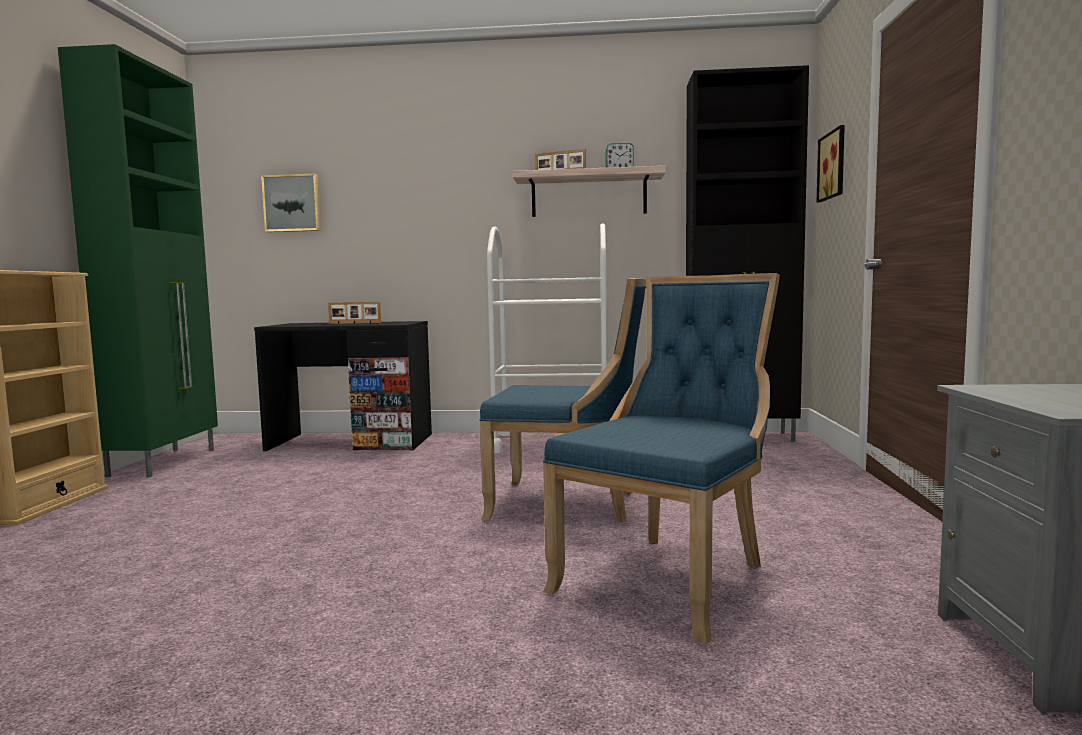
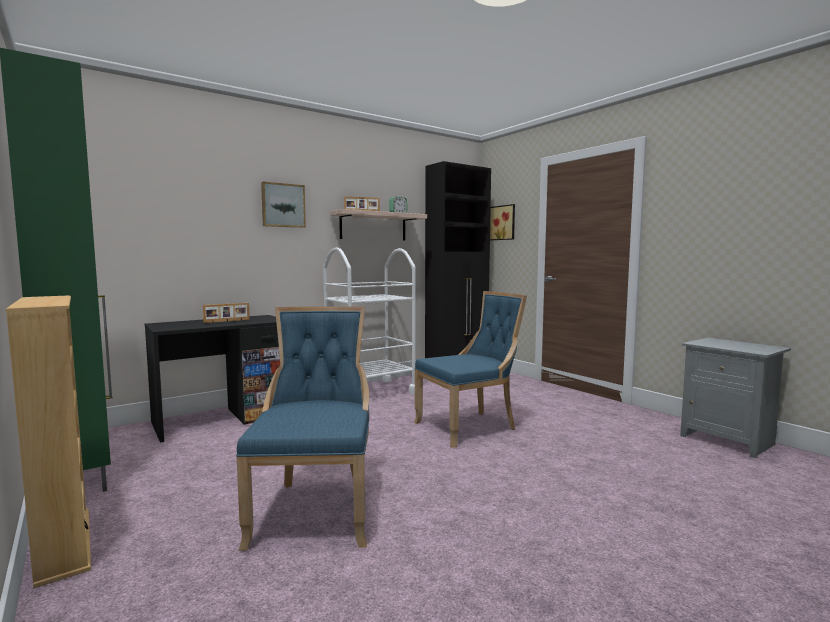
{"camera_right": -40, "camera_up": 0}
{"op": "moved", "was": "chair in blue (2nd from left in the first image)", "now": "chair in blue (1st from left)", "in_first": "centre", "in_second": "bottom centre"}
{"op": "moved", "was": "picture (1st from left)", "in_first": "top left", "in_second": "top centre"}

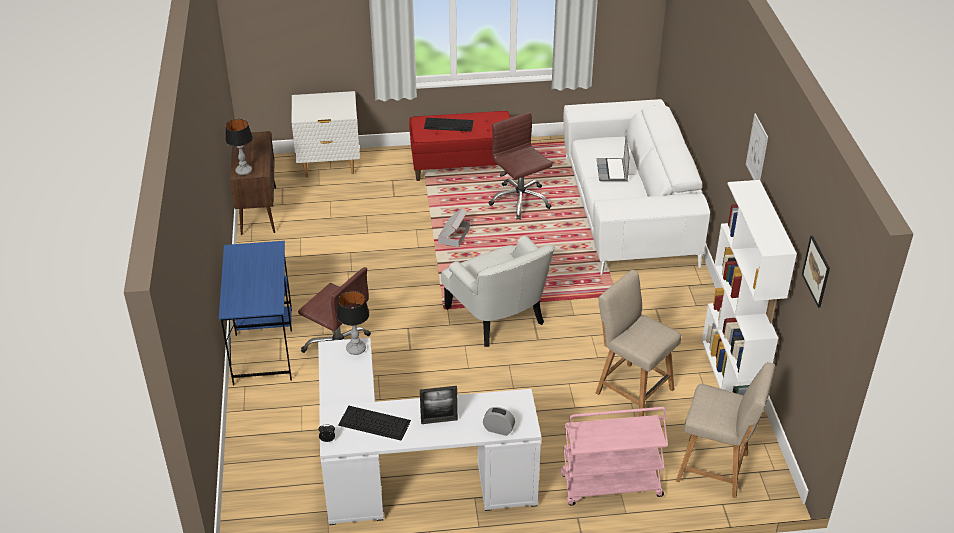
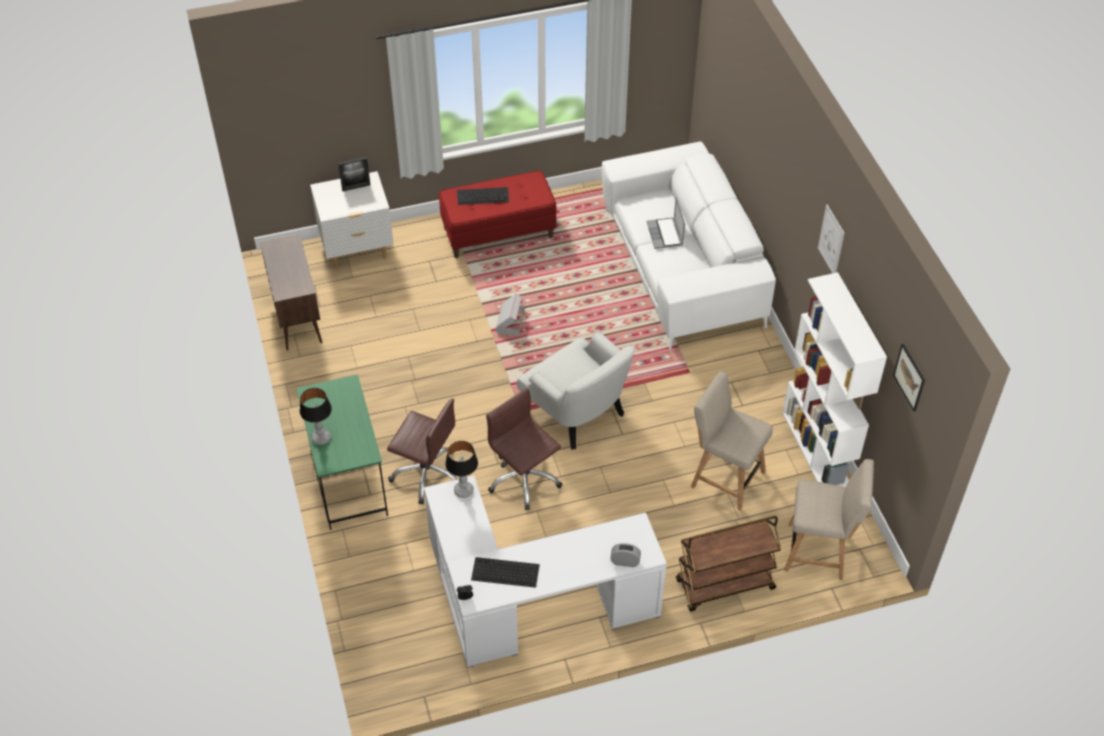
{"camera_right": -10, "camera_up": 10}
{"op": "recoloured", "was": "desk in blue", "now": "desk in green", "in_first": "middle left", "in_second": "middle left"}
{"op": "moved", "was": "table lamp (1st from left)", "in_first": "top left", "in_second": "middle left"}
{"op": "moved", "was": "picture frame", "in_first": "bottom centre", "in_second": "top left"}
{"op": "moved", "was": "office chair in brown (2nd from left)", "in_first": "top centre", "in_second": "centre"}
{"op": "recoloured", "was": "cart in pink", "now": "cart in brown", "in_first": "bottom centre", "in_second": "bottom centre"}

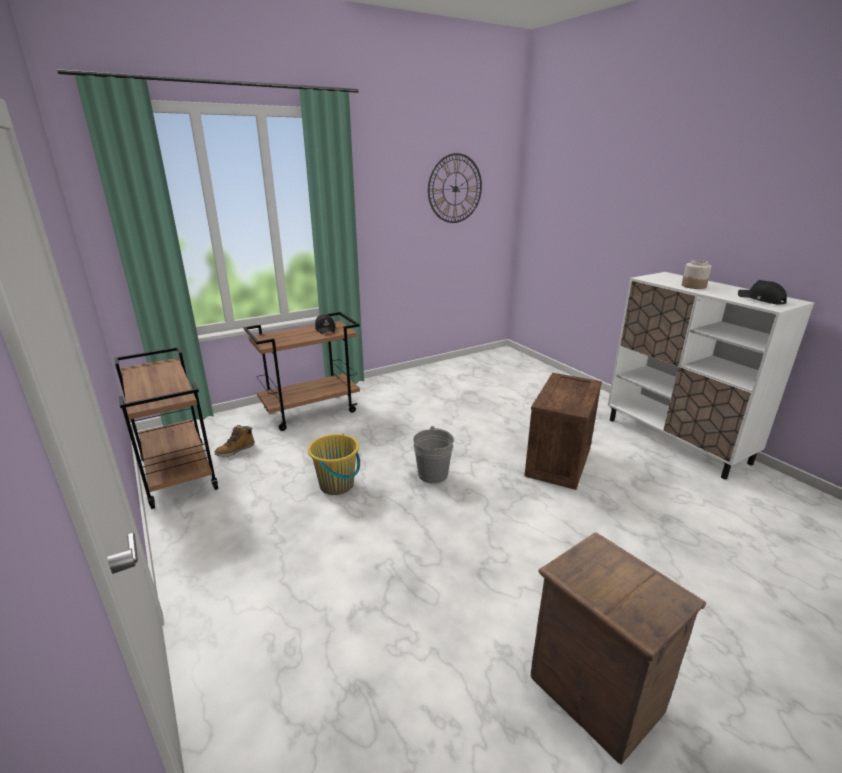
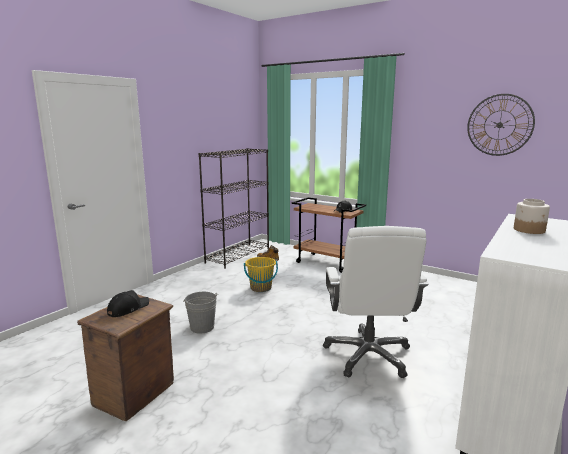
{"camera_right": 65, "camera_up": -10}
{"op": "moved", "was": "cap in black (2nd from left in the first image)", "now": "cap in black (1st from left)", "in_first": "middle right", "in_second": "bottom left"}
{"op": "moved", "was": "bucket in grey", "in_first": "centre", "in_second": "bottom centre"}
{"op": "replaced", "was": "cart in brown (1st from left)", "now": "bookcase in black", "in_first": "middle left", "in_second": "centre"}
{"op": "replaced", "was": "crate (1st from left)", "now": "office chair in white", "in_first": "middle right", "in_second": "centre"}

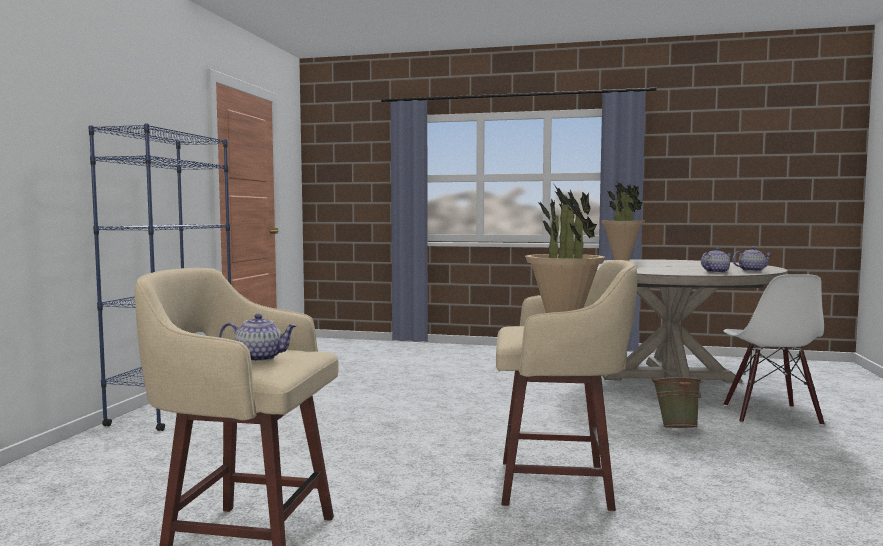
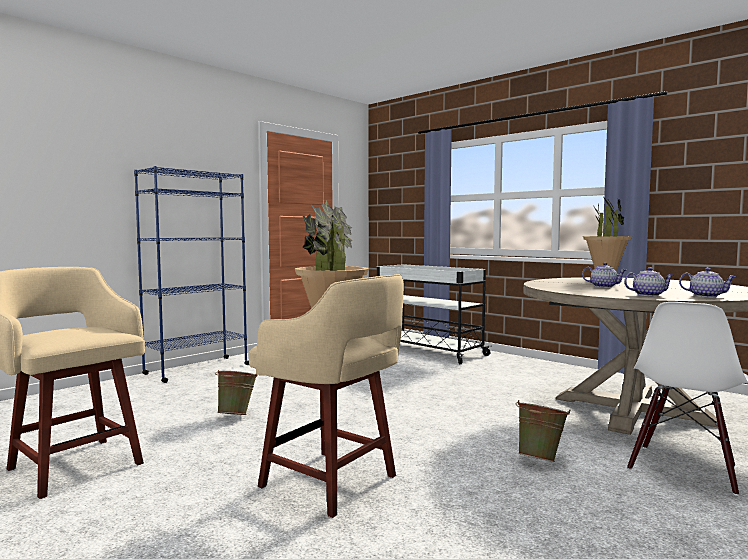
{"camera_right": 30, "camera_up": 0}
{"op": "added", "now": "bucket in green (1st from left)", "in_second": "bottom left"}
{"op": "added", "now": "cart in white", "in_second": "centre"}
{"op": "moved", "was": "teapot (1st from left)", "in_first": "middle left", "in_second": "middle right"}

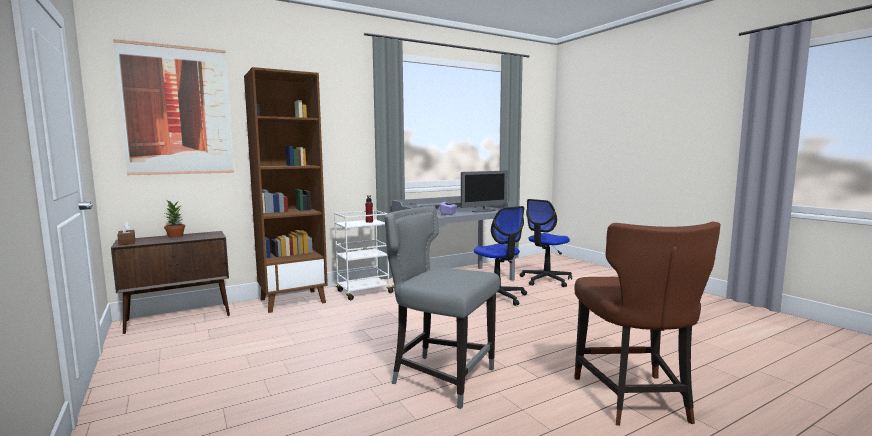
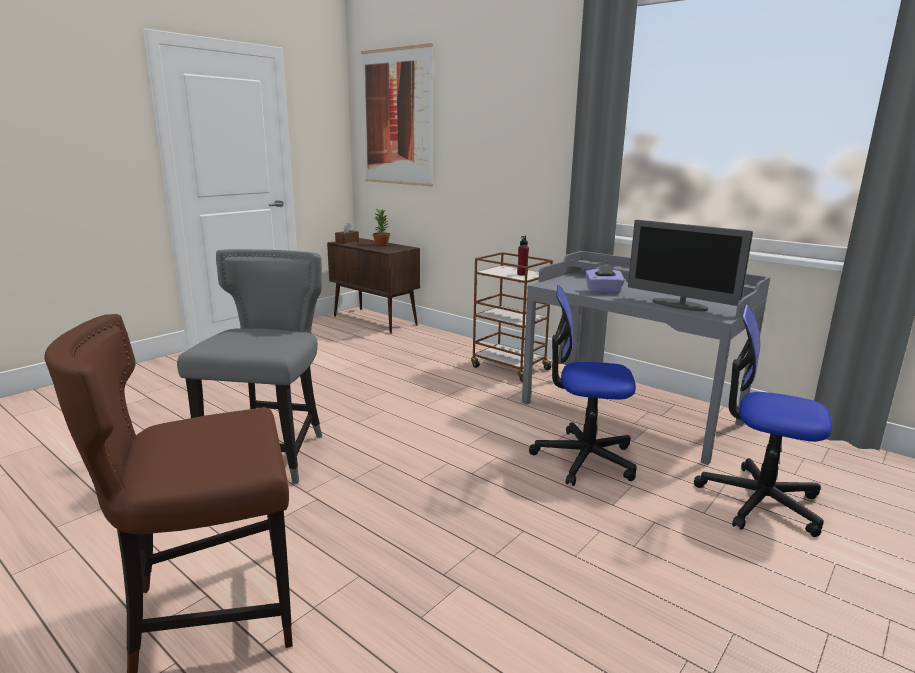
{"camera_right": 70, "camera_up": 10}
{"op": "recoloured", "was": "cart in white", "now": "cart in brown", "in_first": "centre", "in_second": "centre"}
{"op": "turned", "was": "office chair (1st from left)", "in_first": "centre", "in_second": "centre", "clockwise": 60}
{"op": "removed", "was": "bookcase in brown", "in_first": "middle left"}

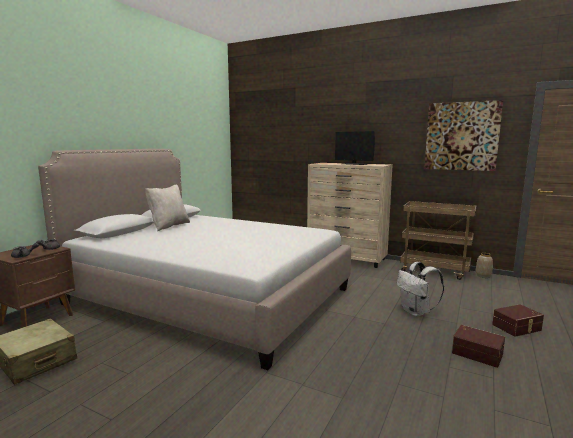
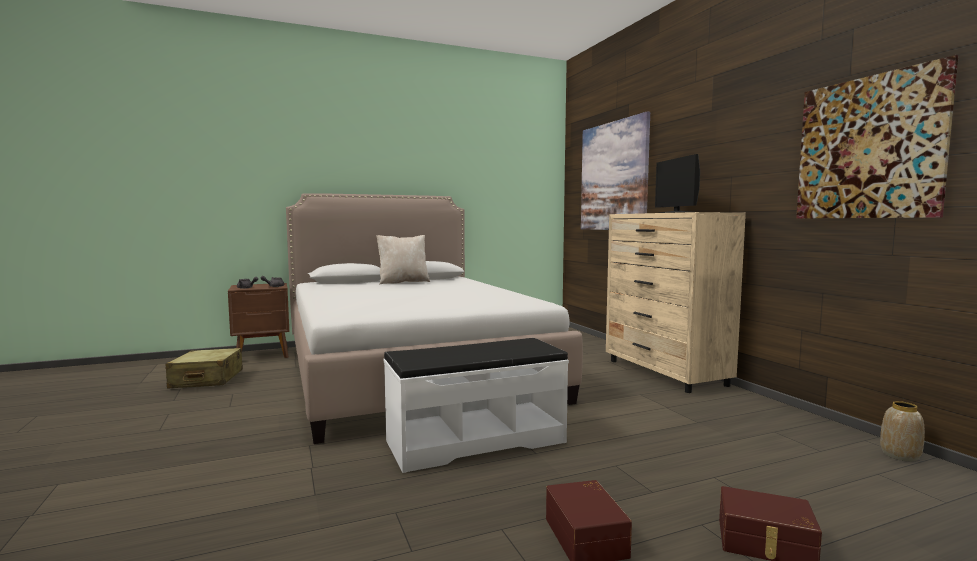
{"camera_right": 40, "camera_up": -5}
{"op": "added", "now": "bench in white", "in_second": "bottom centre"}
{"op": "added", "now": "picture (1st from left)", "in_second": "top centre"}
{"op": "removed", "was": "backpack in white", "in_first": "middle right"}
{"op": "removed", "was": "cart in brown", "in_first": "middle right"}

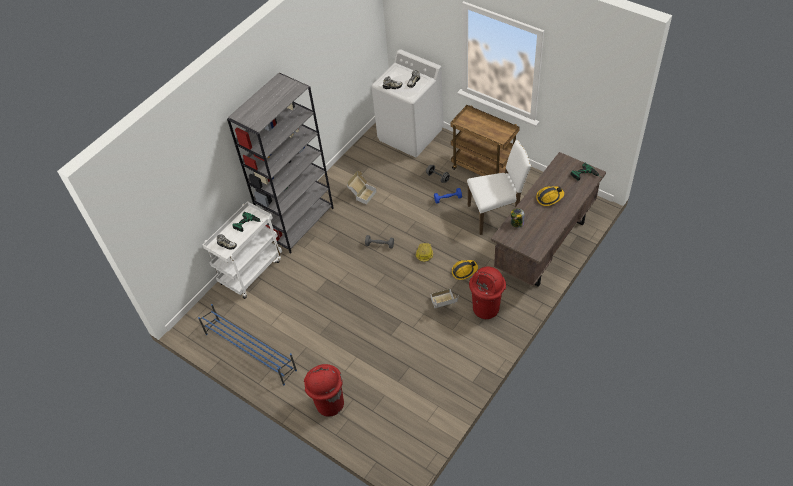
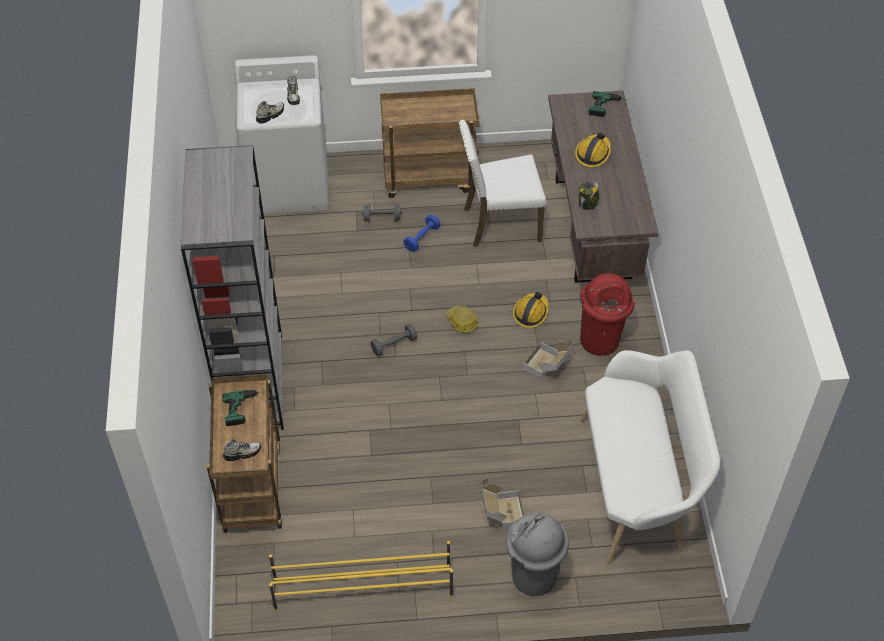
{"camera_right": -45, "camera_up": 0}
{"op": "recoloured", "was": "cart in white", "now": "cart in brown (1st from left)", "in_first": "middle left", "in_second": "bottom left"}
{"op": "recoloured", "was": "shoe rack in blue", "now": "shoe rack in yellow", "in_first": "bottom left", "in_second": "bottom centre"}
{"op": "turned", "was": "chair in white", "in_first": "centre", "in_second": "top centre", "clockwise": -135}
{"op": "moved", "was": "cardboard box (1st from left)", "in_first": "centre", "in_second": "bottom centre"}
{"op": "recoloured", "was": "trash can in red (1st from left)", "now": "trash can in grey", "in_first": "bottom centre", "in_second": "bottom centre"}
{"op": "added", "now": "bench in white", "in_second": "bottom right"}

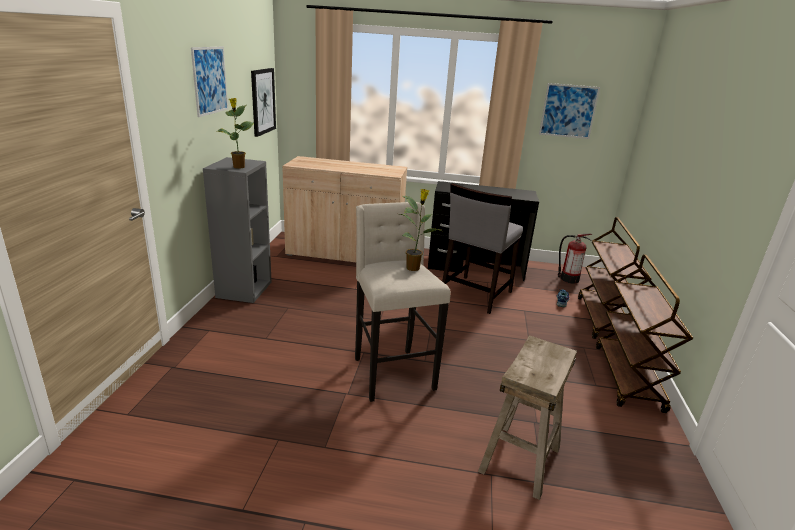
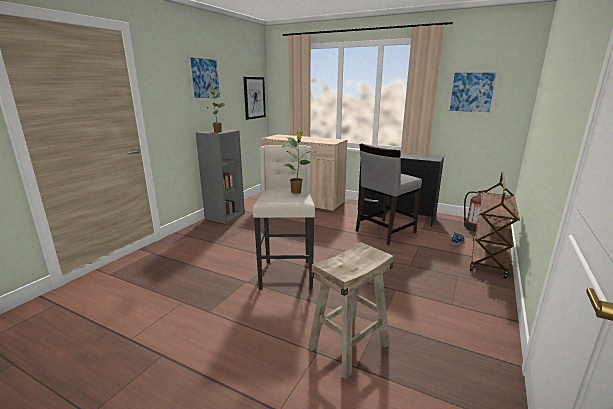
{"camera_right": 20, "camera_up": -5}
{"op": "removed", "was": "cart in brown (2nd from left)", "in_first": "middle right"}

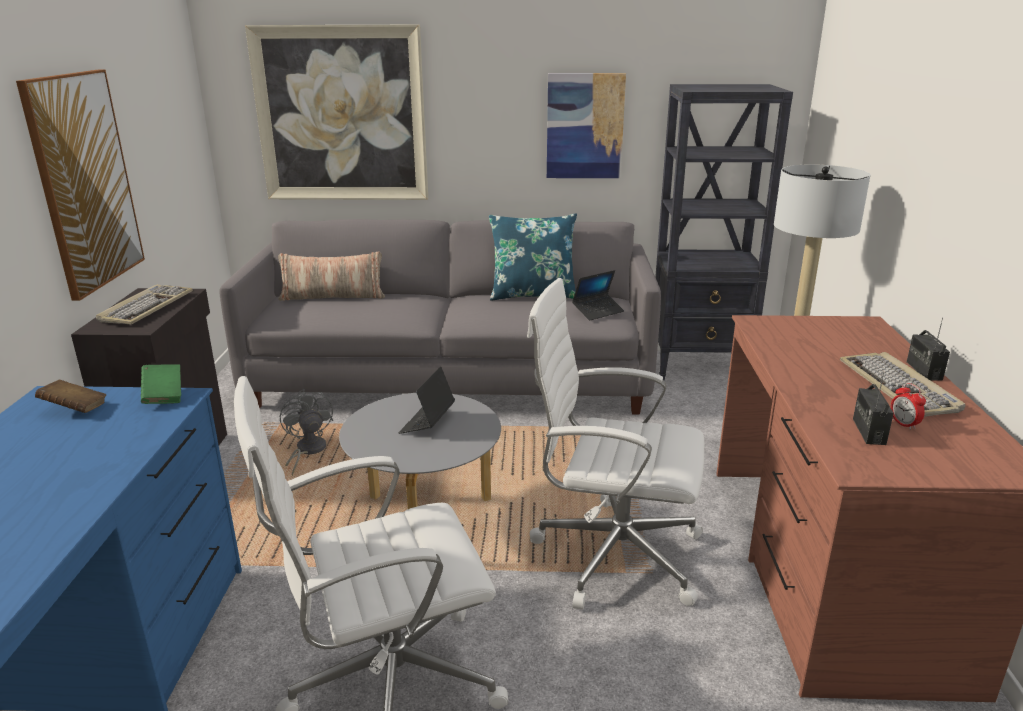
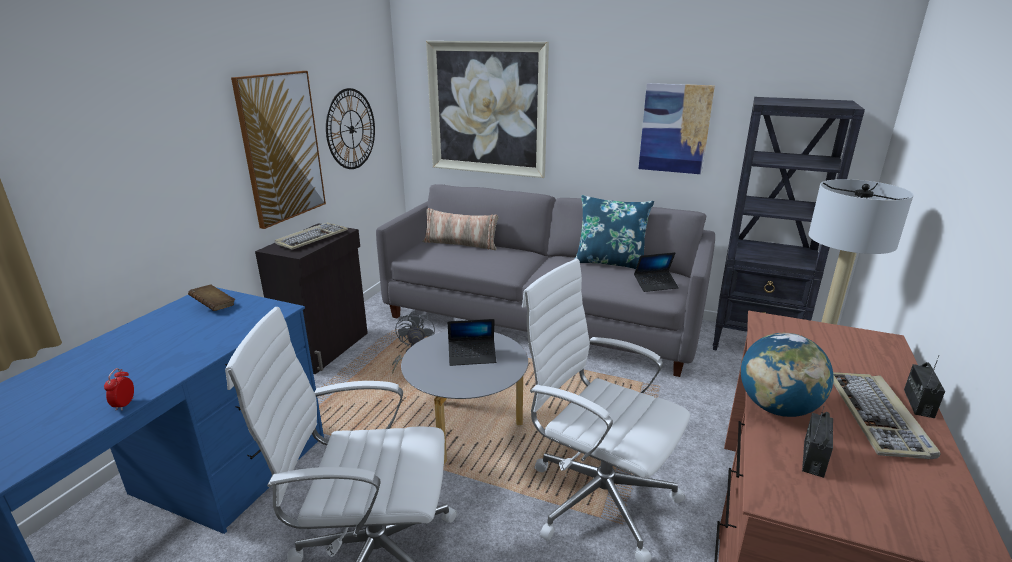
{"camera_right": 20, "camera_up": 0}
{"op": "moved", "was": "alarm clock", "in_first": "middle right", "in_second": "bottom left"}
{"op": "added", "now": "wall clock", "in_second": "top centre"}
{"op": "turned", "was": "laptop (1st from left)", "in_first": "centre", "in_second": "centre", "clockwise": -135}
{"op": "added", "now": "globe", "in_second": "bottom right"}
{"op": "removed", "was": "book in green", "in_first": "middle left"}

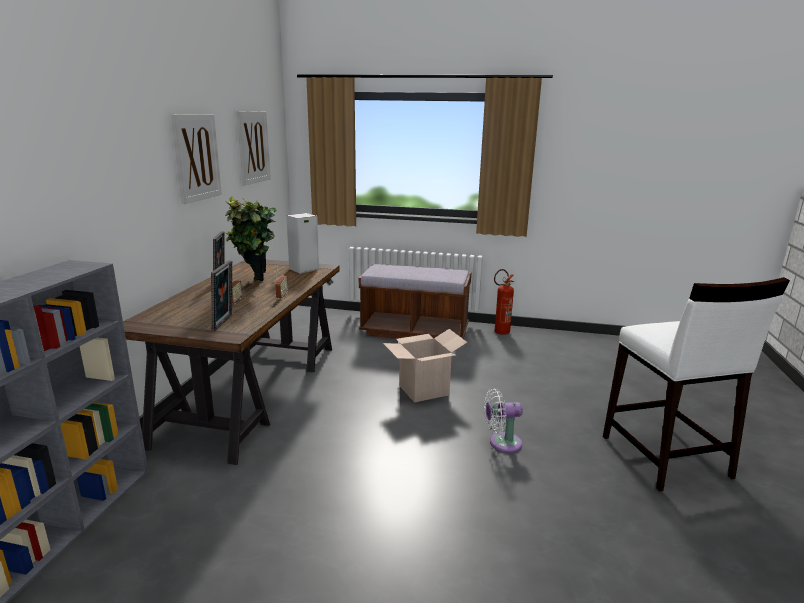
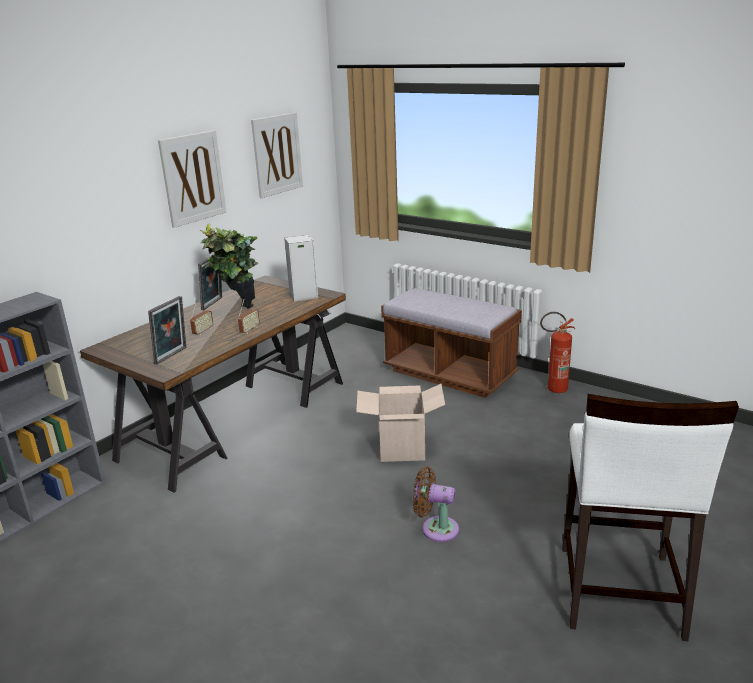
{"camera_right": 25, "camera_up": 5}
{"op": "recoloured", "was": "fan in white", "now": "fan in brown", "in_first": "bottom centre", "in_second": "bottom centre"}

